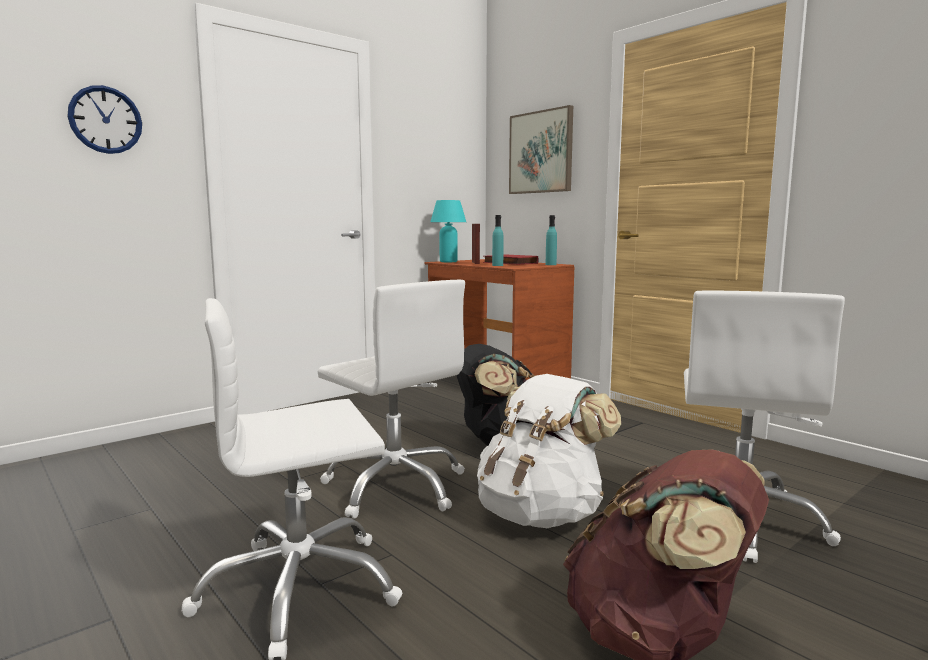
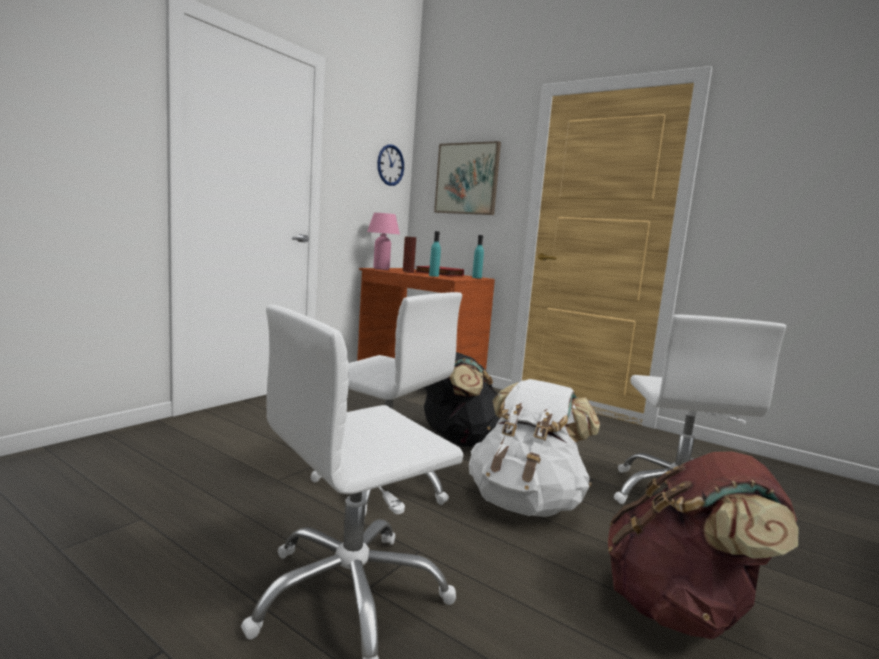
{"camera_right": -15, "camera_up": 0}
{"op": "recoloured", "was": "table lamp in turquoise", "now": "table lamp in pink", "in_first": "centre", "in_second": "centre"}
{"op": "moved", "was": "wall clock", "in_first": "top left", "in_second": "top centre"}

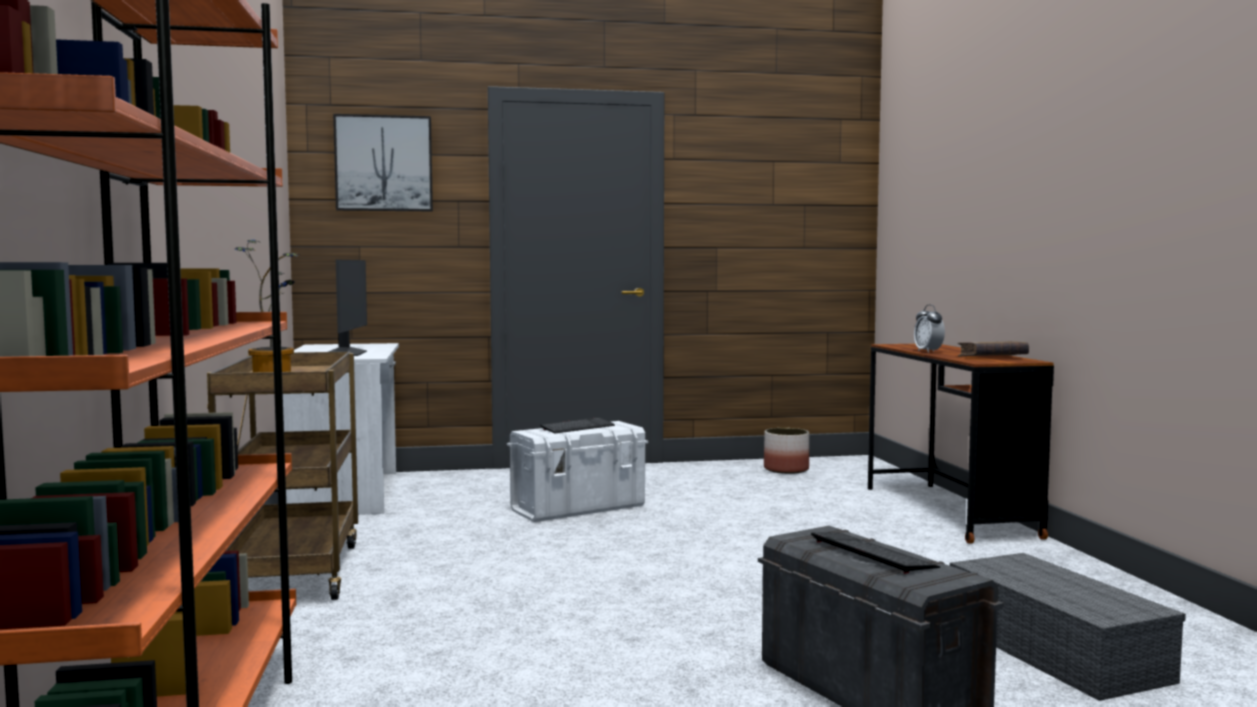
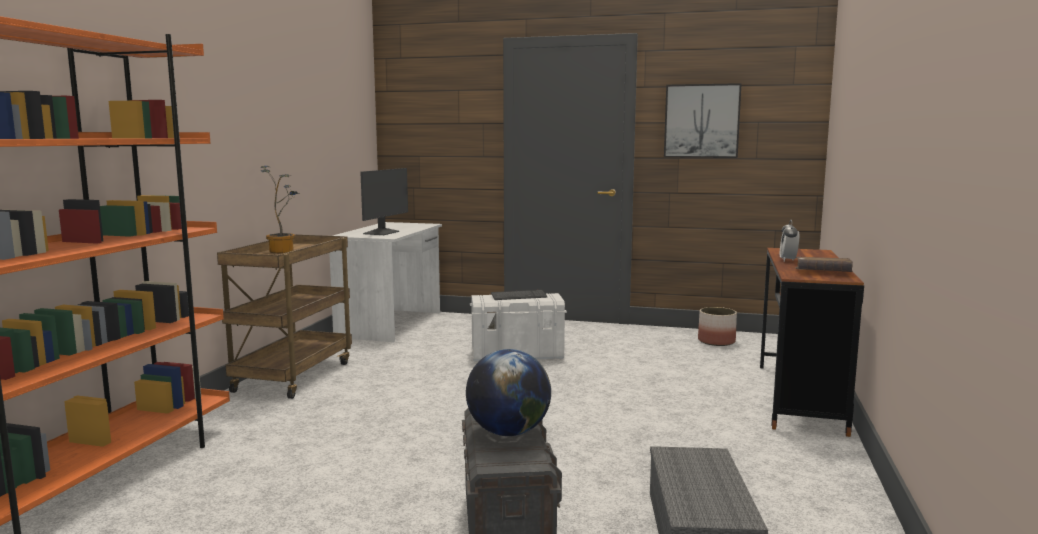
{"camera_right": 25, "camera_up": 5}
{"op": "replaced", "was": "keyboard (2nd from left)", "now": "globe", "in_first": "bottom right", "in_second": "bottom centre"}
{"op": "moved", "was": "picture", "in_first": "top left", "in_second": "top right"}

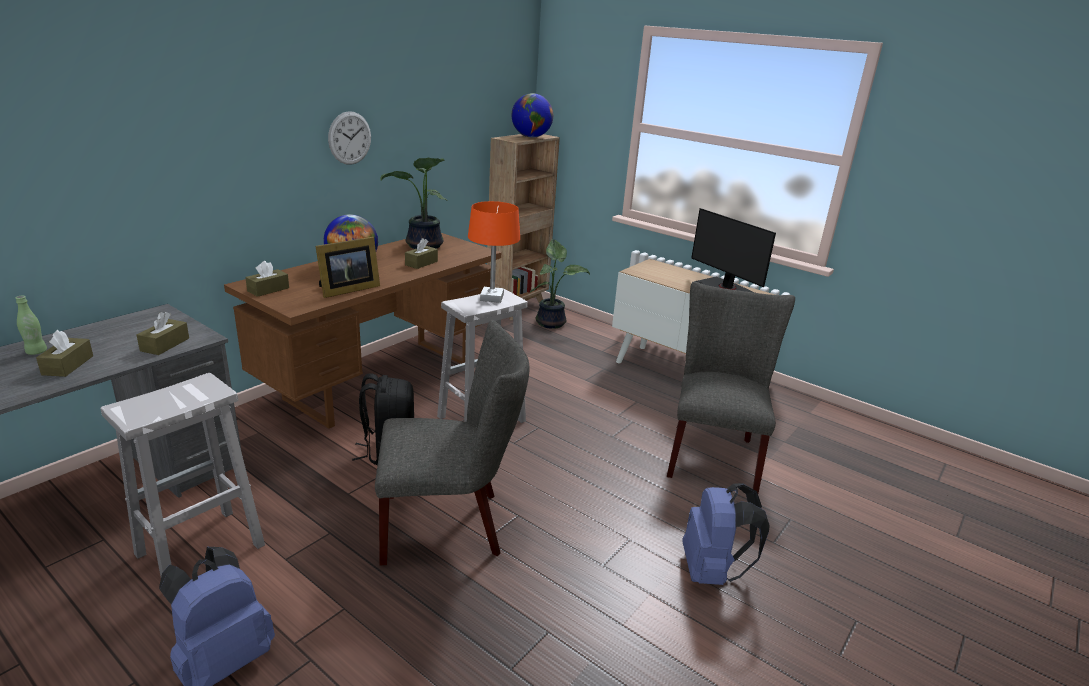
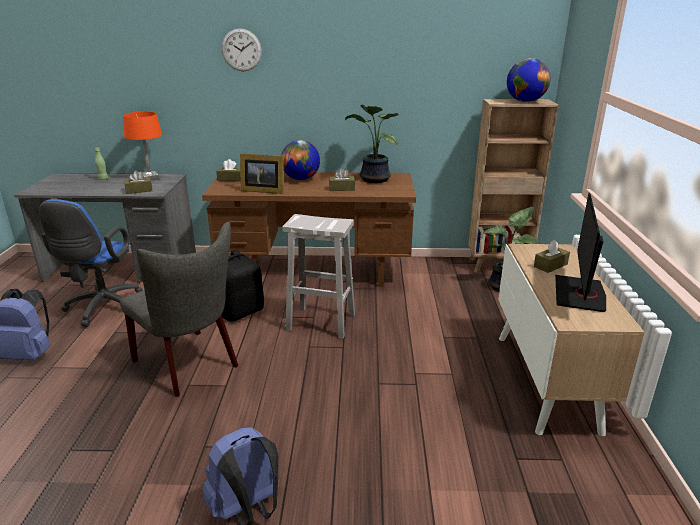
{"camera_right": 55, "camera_up": 0}
{"op": "replaced", "was": "stool in white (1st from left)", "now": "office chair in blue", "in_first": "bottom left", "in_second": "middle left"}
{"op": "moved", "was": "table lamp in orange", "in_first": "centre", "in_second": "top left"}
{"op": "moved", "was": "wall clock", "in_first": "top left", "in_second": "top centre"}
{"op": "moved", "was": "tissue box in brown (1st from left in the first image)", "now": "tissue box in brown (4th from left)", "in_first": "middle left", "in_second": "middle right"}
{"op": "removed", "was": "chair in grey (2nd from left)", "in_first": "middle right"}

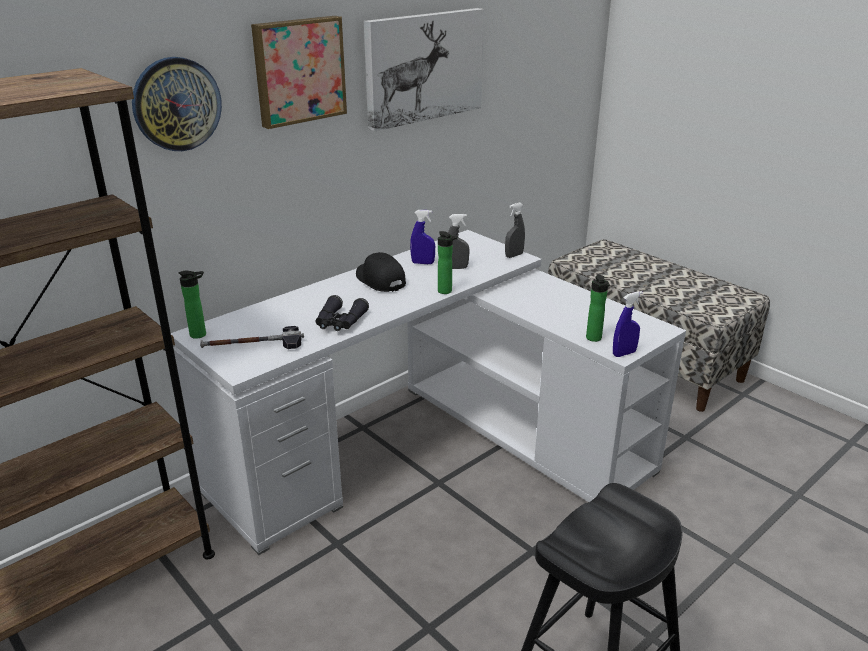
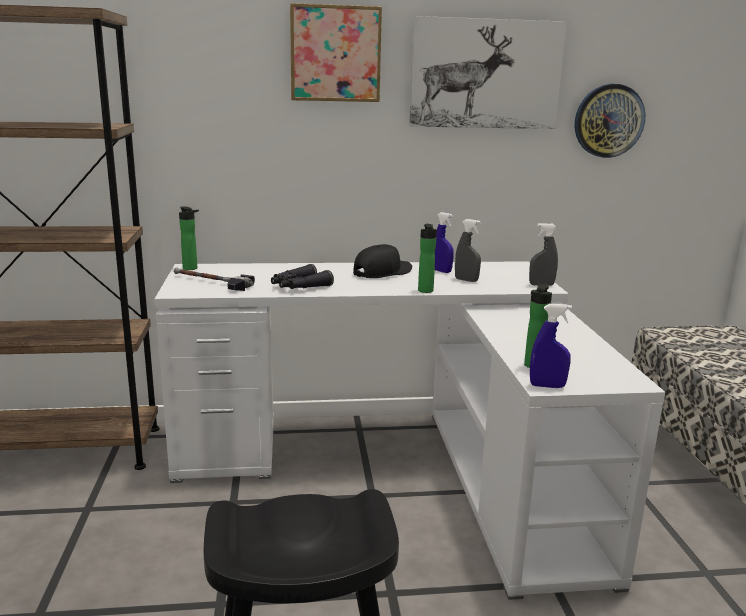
{"camera_right": 35, "camera_up": -10}
{"op": "turned", "was": "cap in black", "in_first": "centre", "in_second": "centre", "clockwise": 45}
{"op": "moved", "was": "wall clock", "in_first": "top left", "in_second": "top right"}

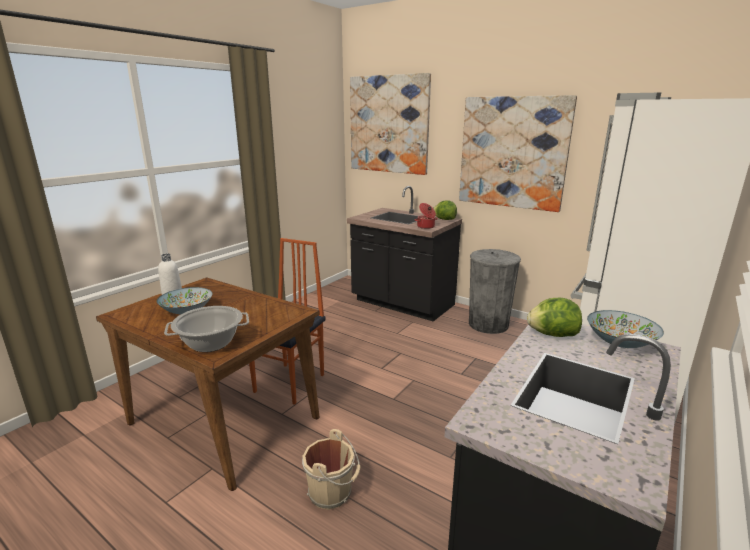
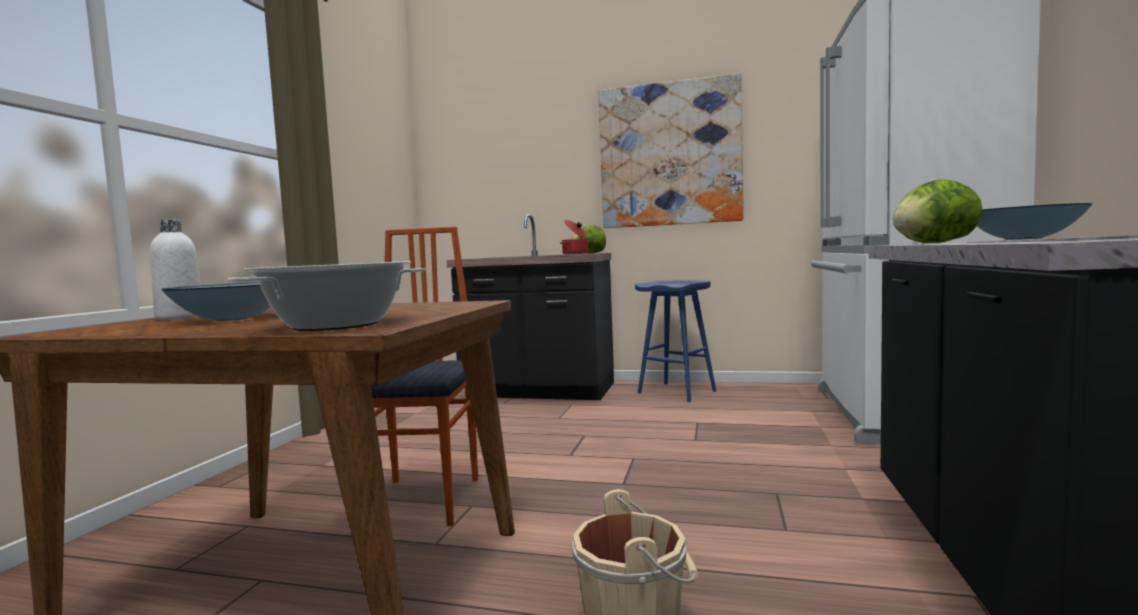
{"camera_right": -20, "camera_up": -15}
{"op": "replaced", "was": "trash can in grey", "now": "stool in blue", "in_first": "centre", "in_second": "centre"}
{"op": "removed", "was": "picture (1st from left)", "in_first": "top centre"}

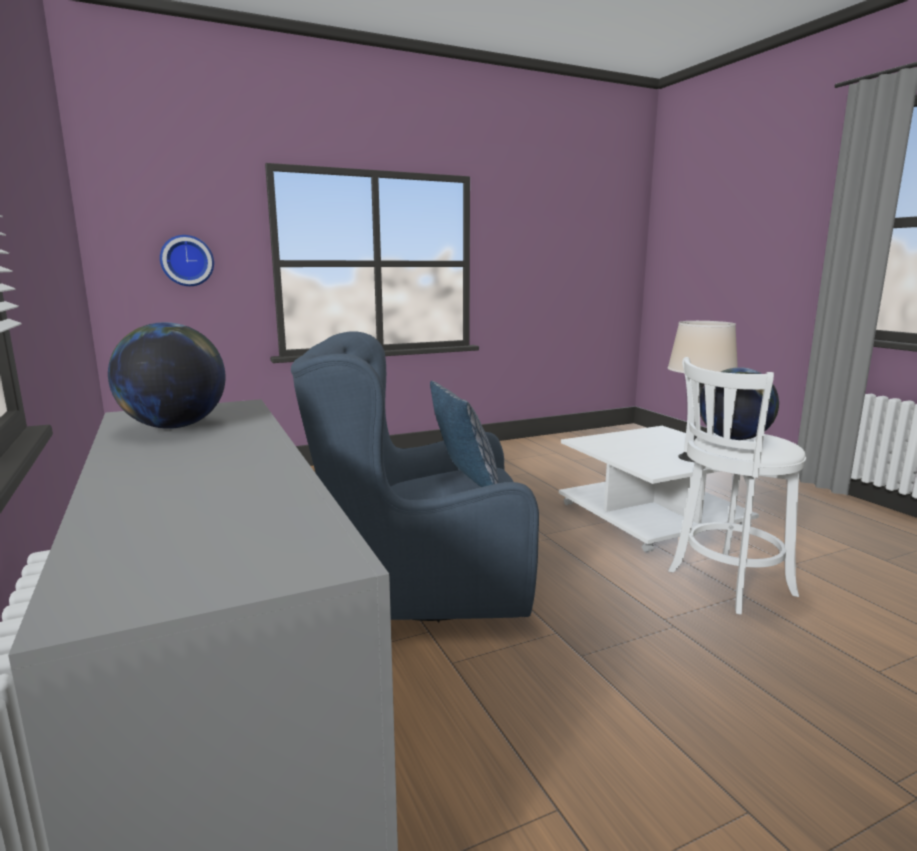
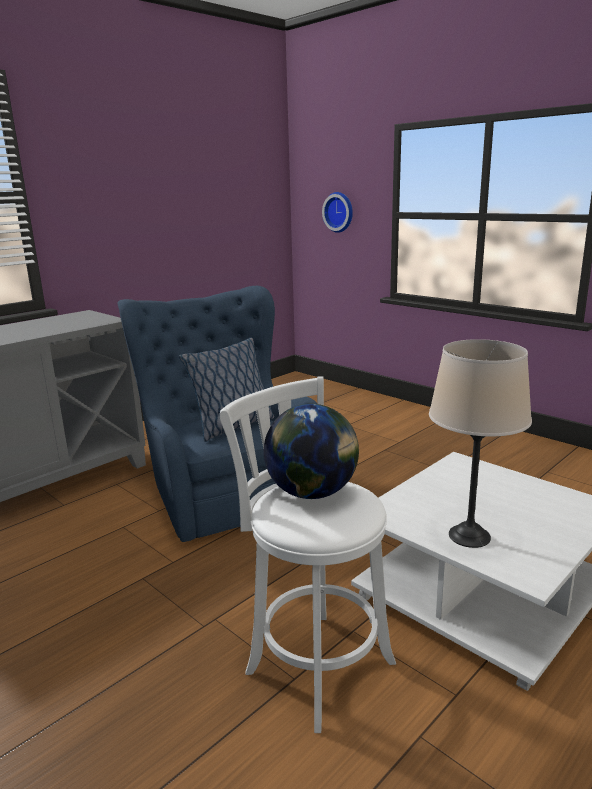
{"camera_right": 70, "camera_up": 5}
{"op": "removed", "was": "globe (1st from left)", "in_first": "middle left"}

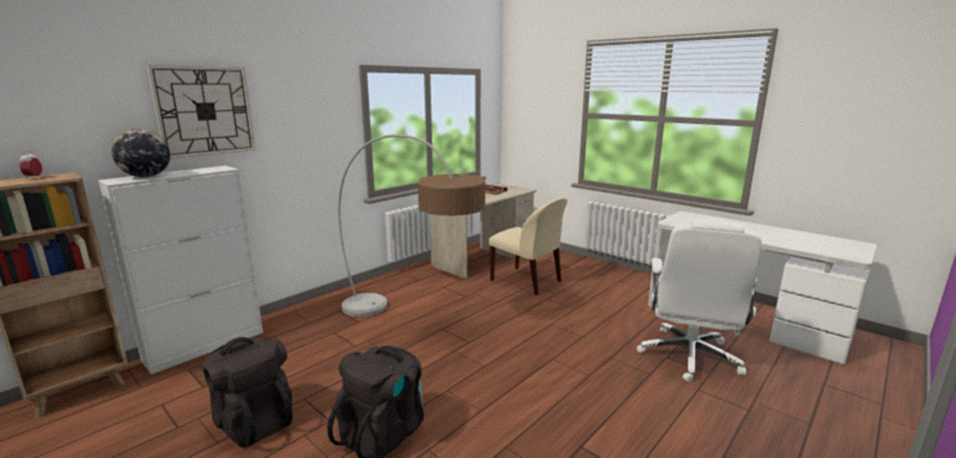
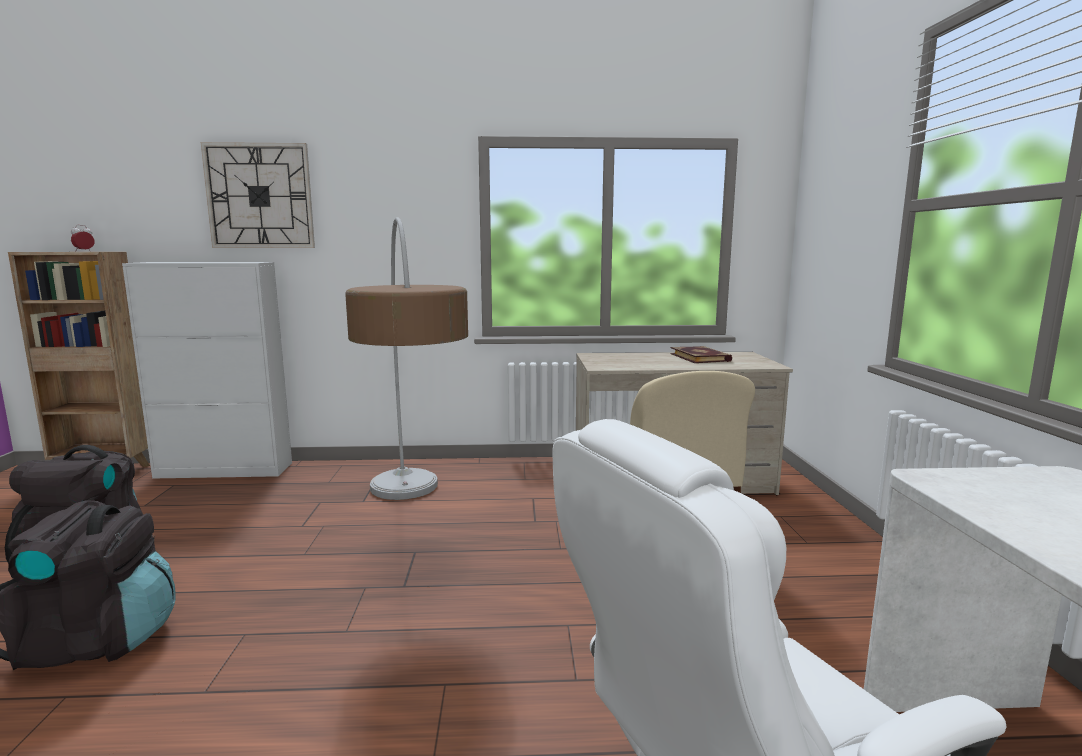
{"camera_right": 45, "camera_up": -5}
{"op": "removed", "was": "globe", "in_first": "middle left"}

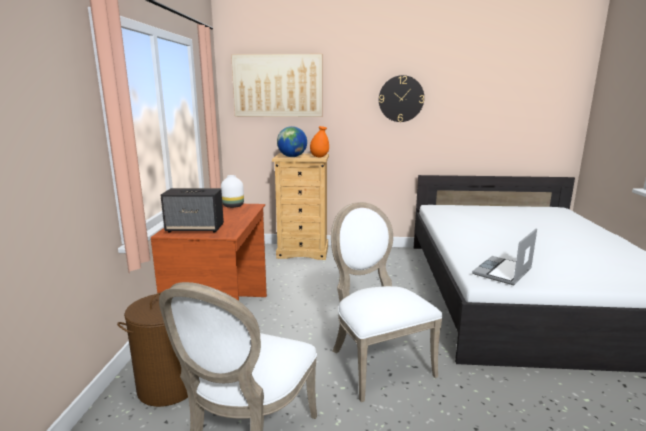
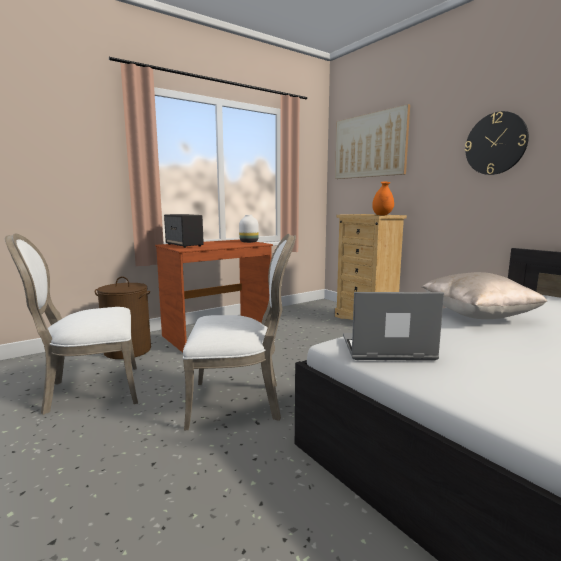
{"camera_right": 50, "camera_up": -5}
{"op": "turned", "was": "chair in white (2nd from left)", "in_first": "bottom centre", "in_second": "centre", "clockwise": 60}
{"op": "added", "now": "pillow in beige", "in_second": "middle right"}
{"op": "removed", "was": "globe", "in_first": "top centre"}

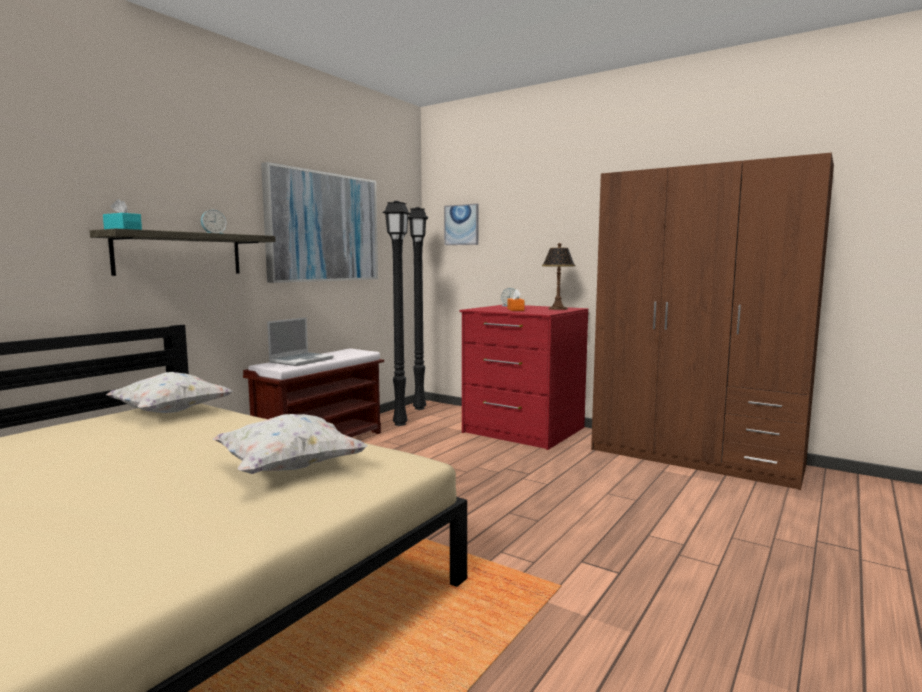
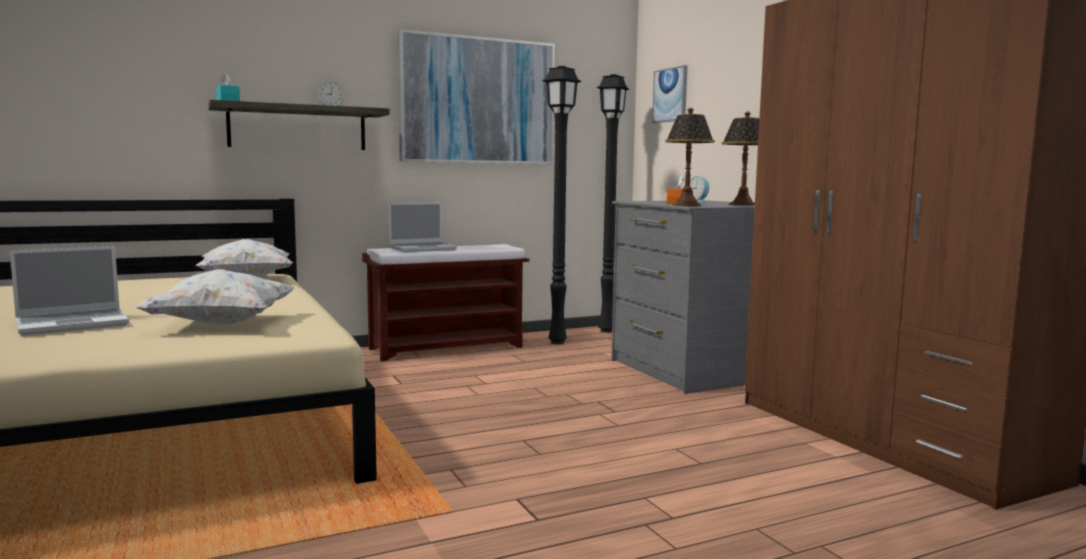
{"camera_right": 30, "camera_up": 0}
{"op": "added", "now": "laptop (1st from left)", "in_second": "middle left"}
{"op": "recoloured", "was": "dresser in red", "now": "dresser in grey", "in_first": "centre", "in_second": "centre"}
{"op": "added", "now": "table lamp (1st from left)", "in_second": "top centre"}

